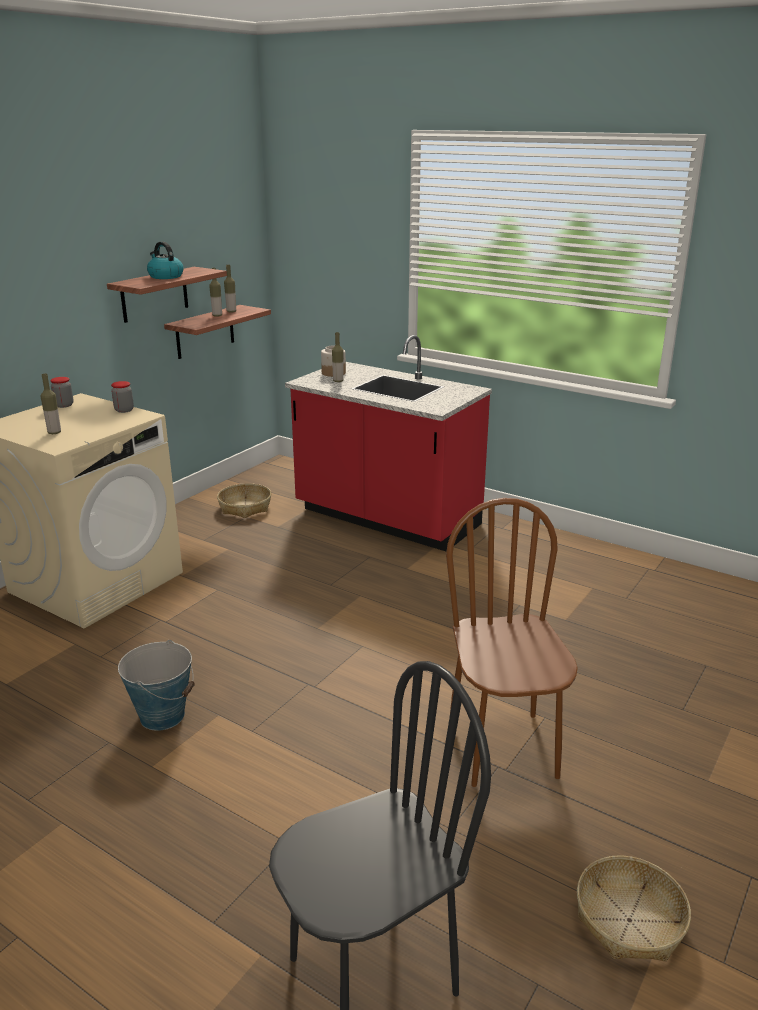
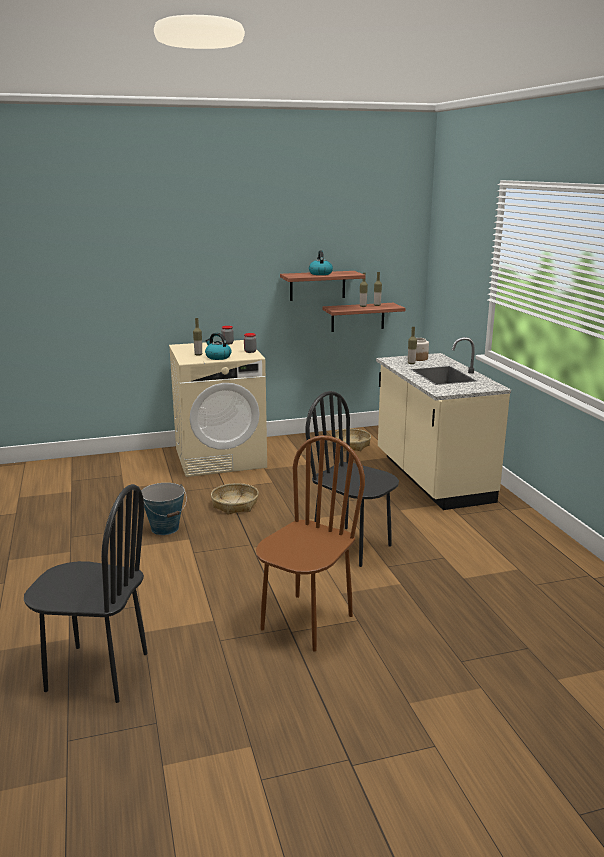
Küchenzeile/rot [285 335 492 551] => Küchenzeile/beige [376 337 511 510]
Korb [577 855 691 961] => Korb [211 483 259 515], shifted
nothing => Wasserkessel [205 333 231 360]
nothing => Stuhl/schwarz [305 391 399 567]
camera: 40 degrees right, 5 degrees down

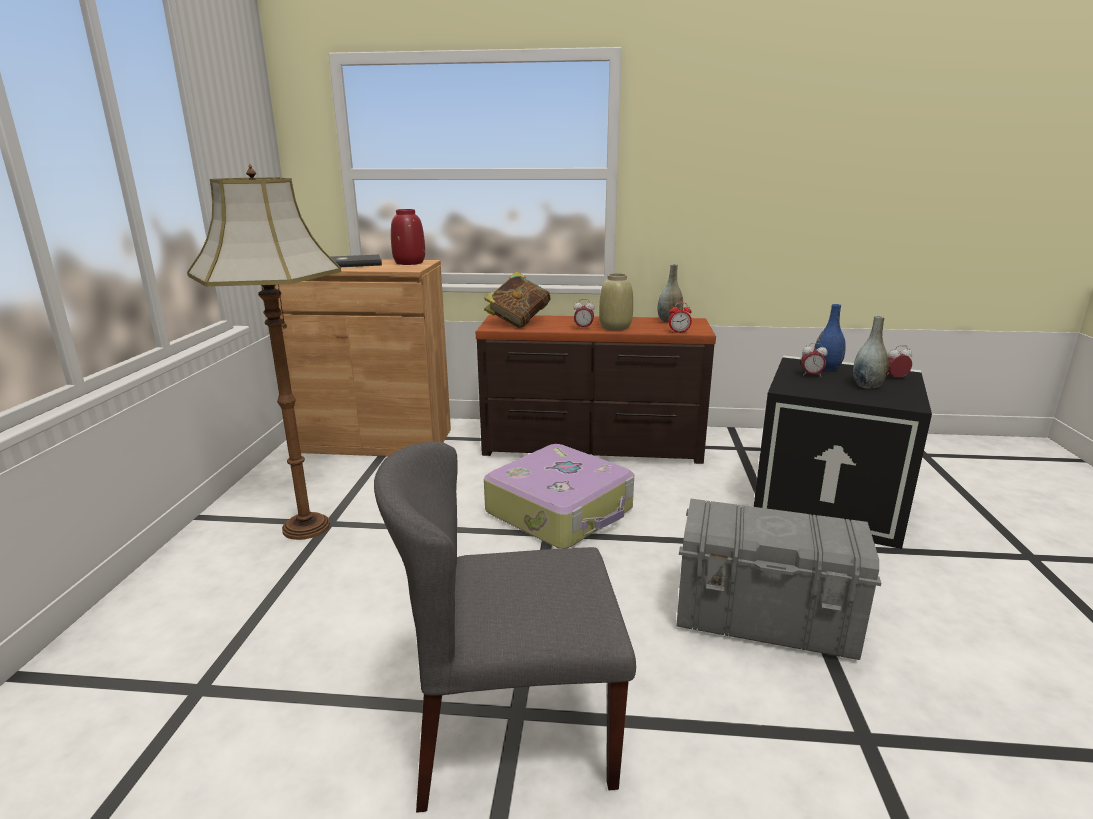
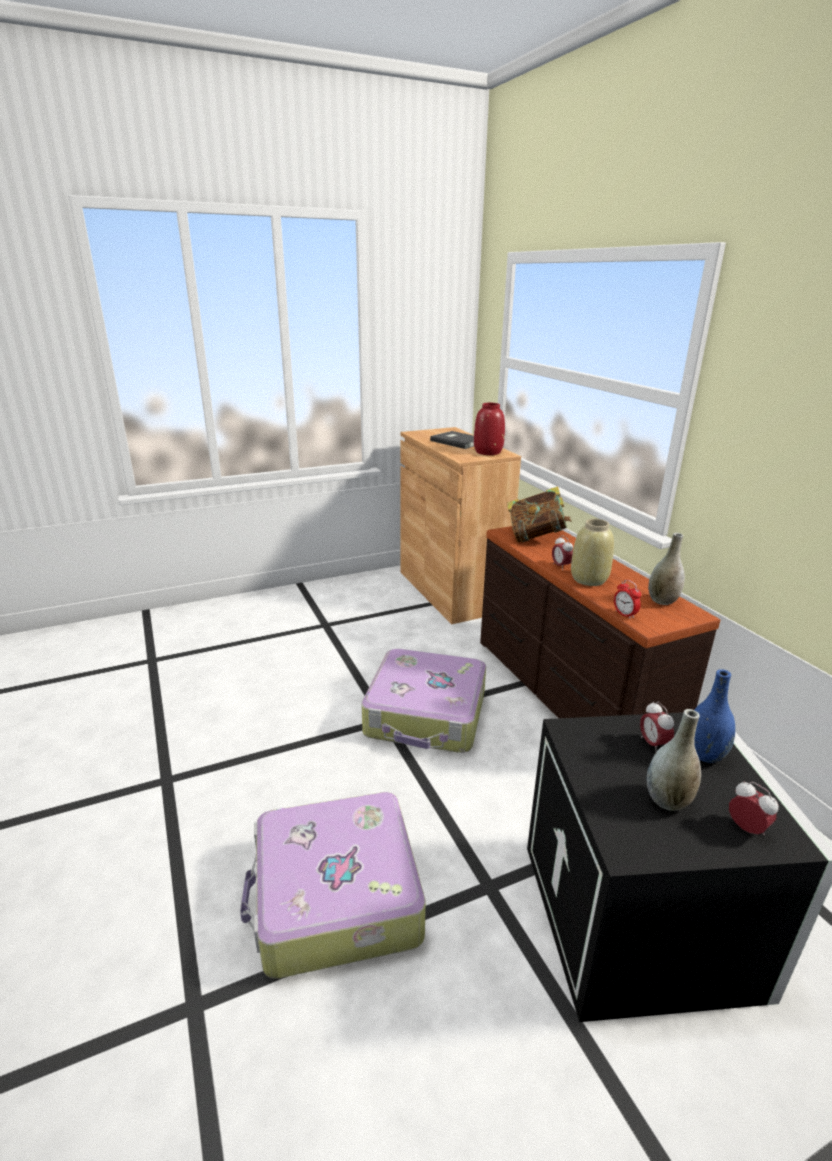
Stehlampe [187 164 341 540] => nothing
Stuhl/grau [374 442 636 813] => nothing
Aufbewahrungsbox/grau [676 499 881 660] => Koffer [240 792 426 979]
camera: 60 degrees right, 5 degrees up

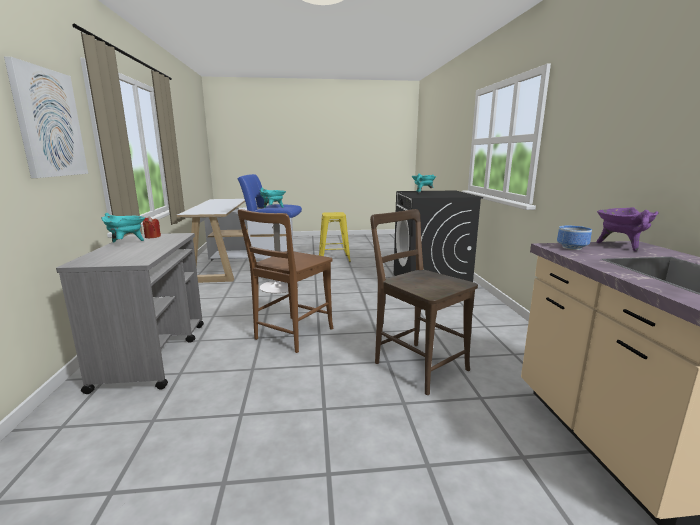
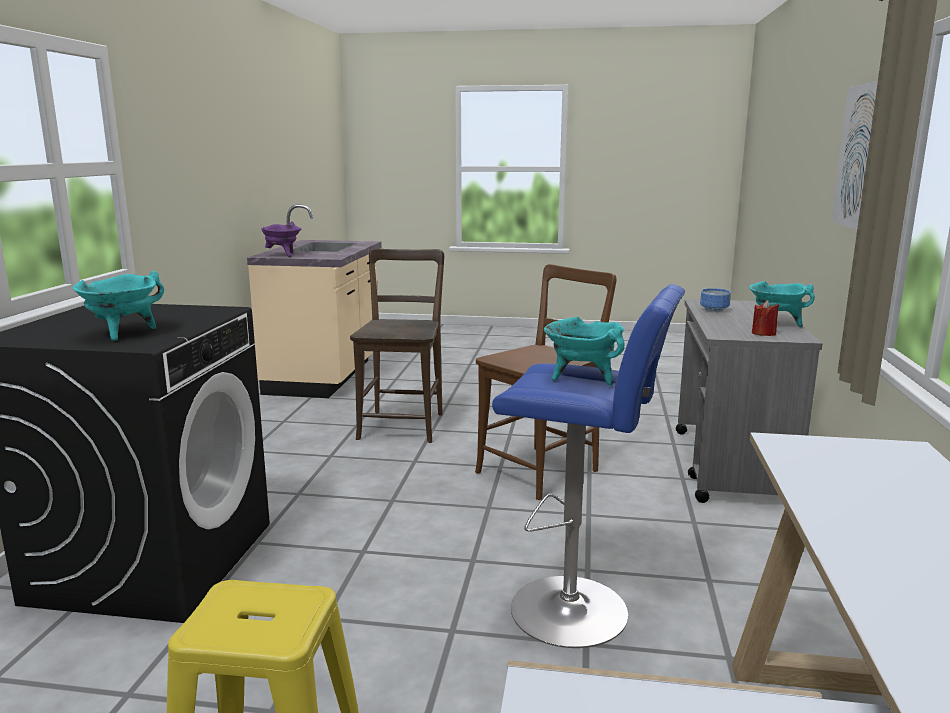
Stuhl/braun [370 209 478 395] => Stuhl/braun [350 249 444 443], 150 degrees counterclockwise
Schüssel [557 226 592 250] => Schüssel [700 288 731 312], shifted
camera: 165 degrees left, 0 degrees up

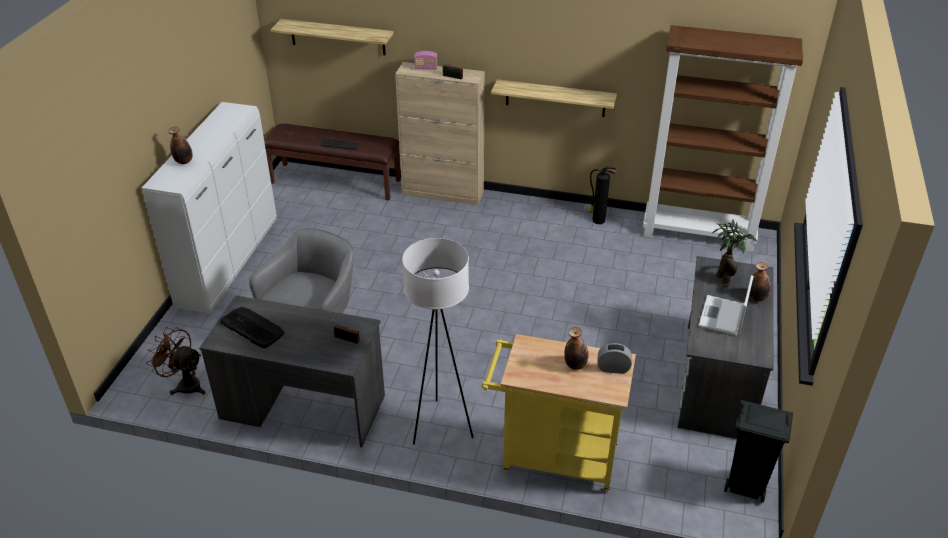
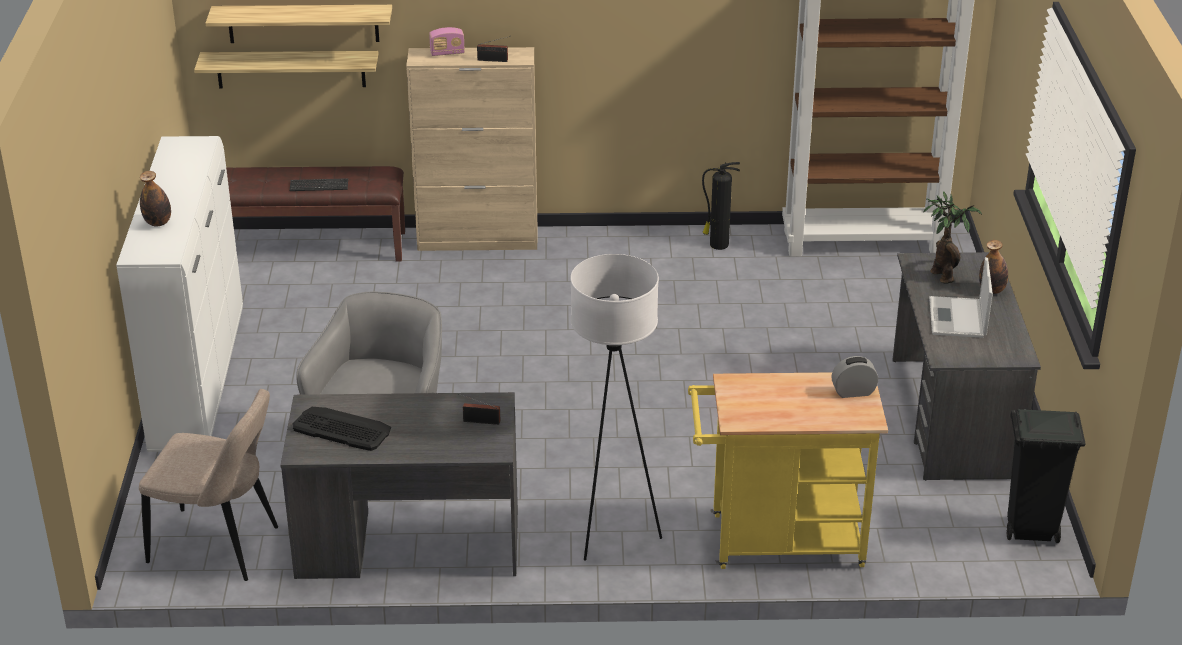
Ventilator/braun [146 327 205 395] => Stuhl/beige [139 389 278 581]
Wandregal [491 79 617 117] => Wandregal [194 51 378 88], shifted
Flasche [564 327 589 370] => nothing
camera: 15 degrees left, 5 degrees down

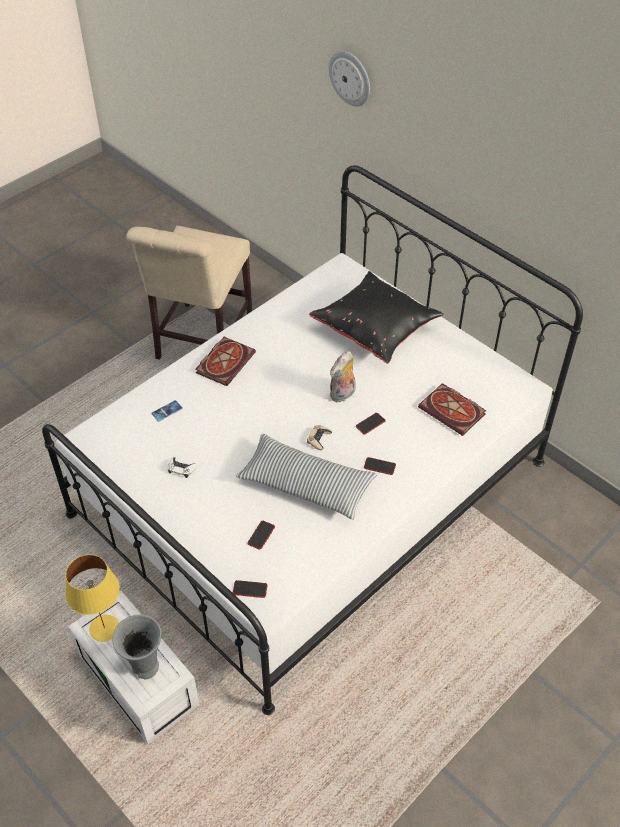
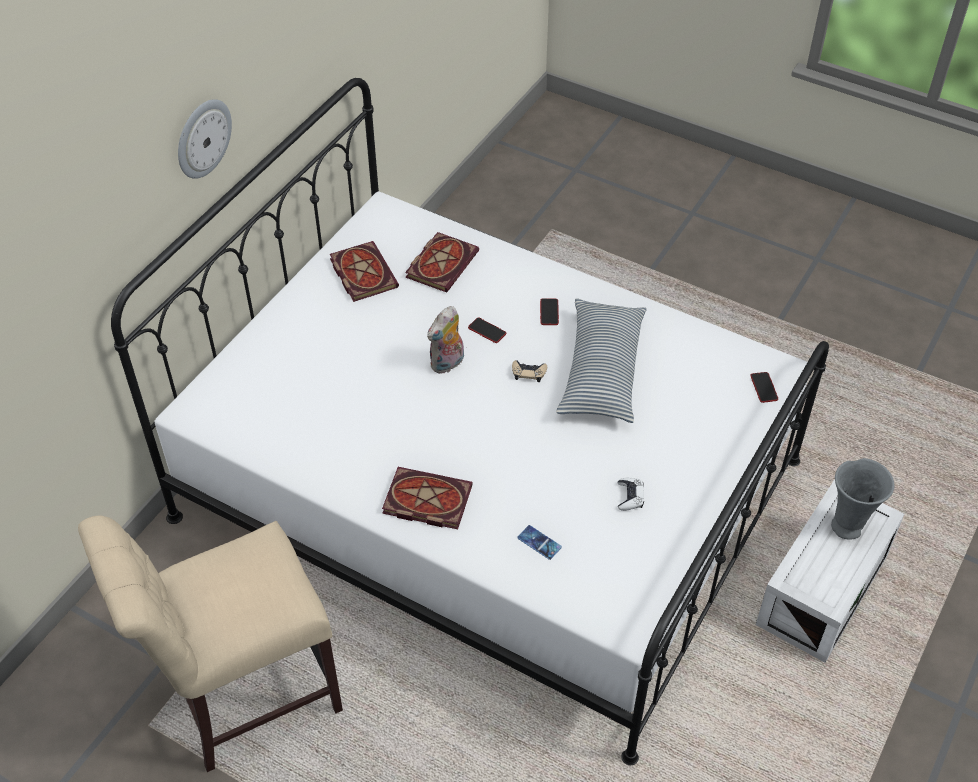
Tischlampe/gelb [65 554 120 642] => nothing
Stuhl/beige [126 226 252 360] => Stuhl/beige [78 516 343 772], 150 degrees clockwise
Handy [247 521 275 550] => nothing
Kissen/schwarz [309 271 444 364] => nothing
Wanduhr [329 51 370 107] => Wanduhr [178 99 232 179], shifted
Plüschtier [330 351 356 402] => Plüschtier [427 306 464 374], 105 degrees clockwise
nothing => Buch [330 241 399 302]
camera: 105 degrees left, 0 degrees up

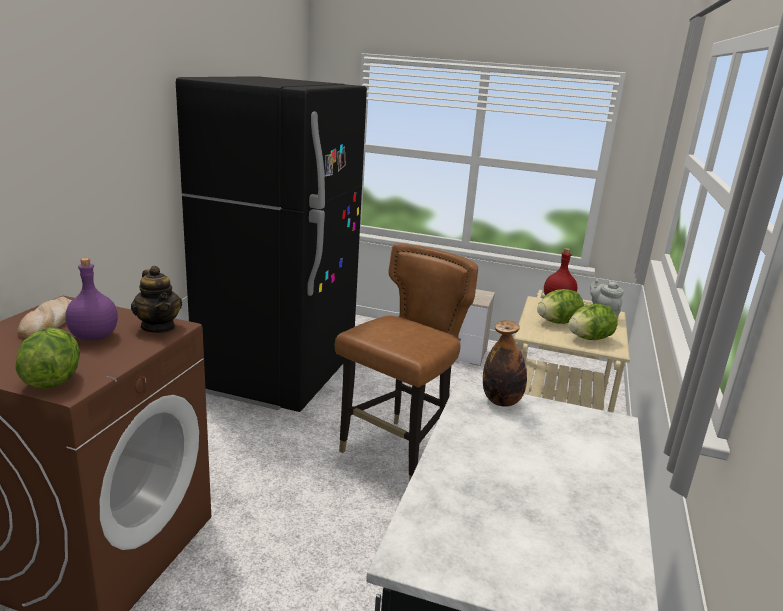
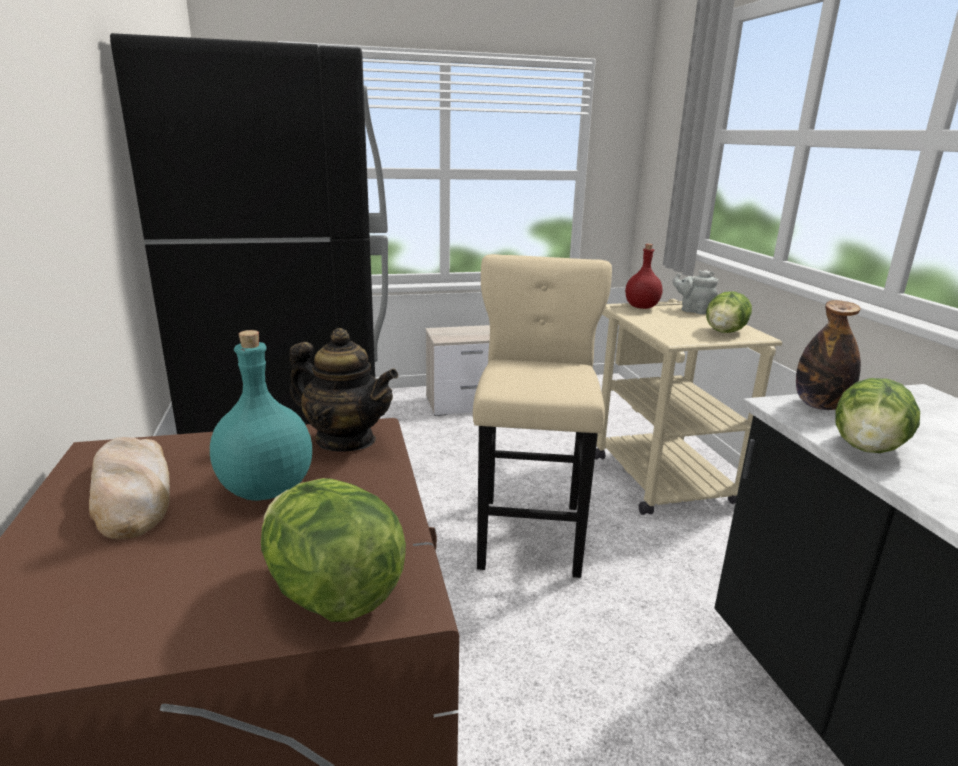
Flasche/lila [65 258 118 341] => Flasche/türkis [210 330 312 501]
Stuhl/braun [335 244 478 482] => Hocker/beige [473 254 612 578]
Salatkopf [537 289 584 324] => Salatkopf [835 378 920 453], shifted
camera: 30 degrees left, 0 degrees up

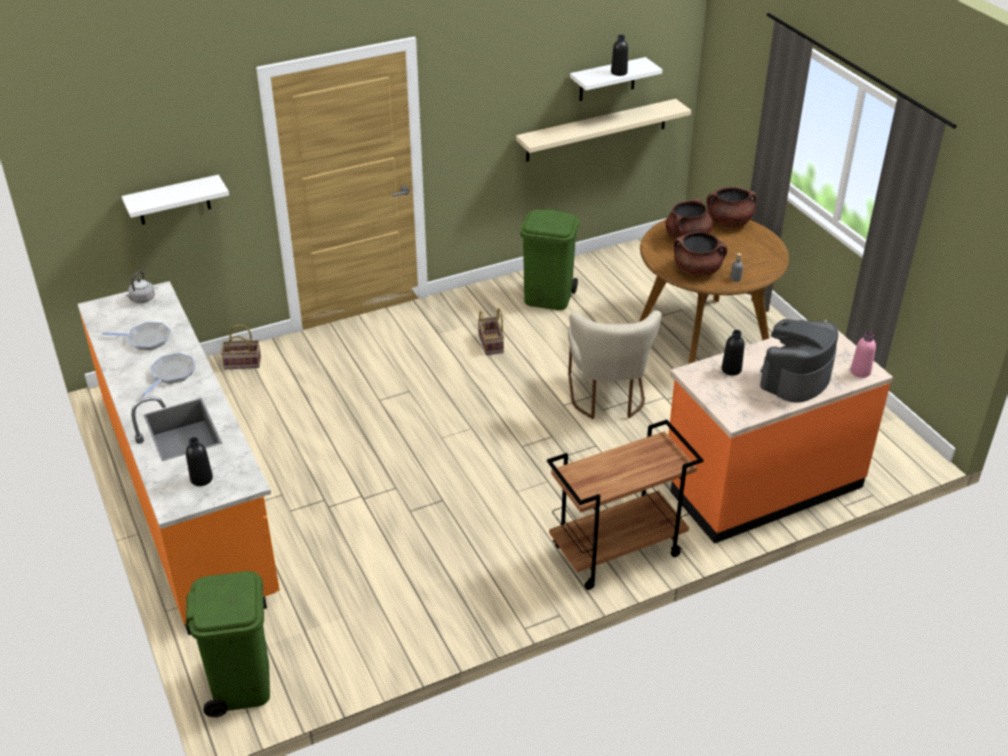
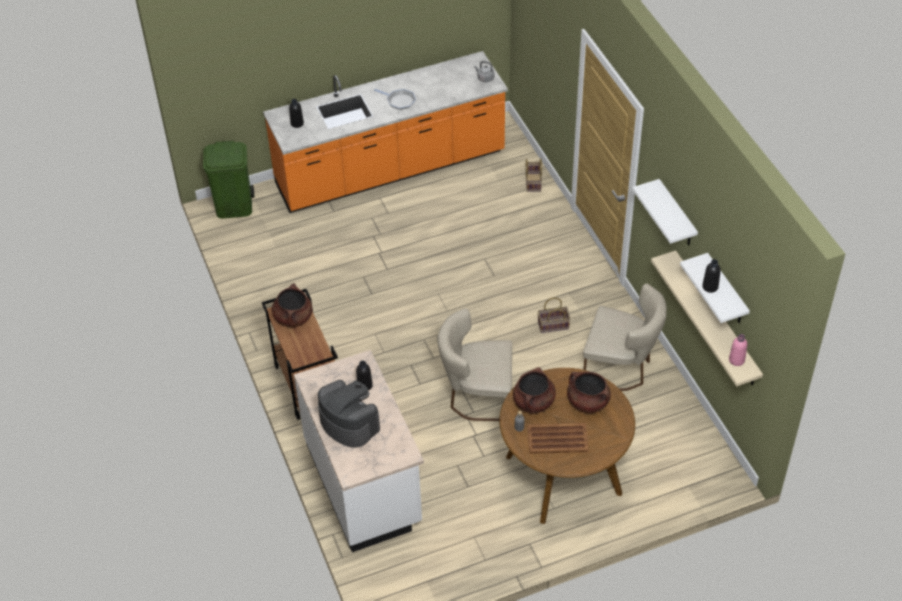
Pfanne [103 322 171 350] => nothing
Wandregal/weiß [122 175 229 225] => Wandregal/weiß [632 179 698 246], shifted
Mülleimer/grün [520 209 579 310] => Stuhl/beige [583 283 667 391]
Küchenzeile/orange [668 320 893 544] => Küchenzeile/weiß [294 350 424 552]
Kochtopf/braun [706 187 757 228] => Kochtopf/braun [272 283 312 327], shifted
Flasche/rosa [851 332 876 378] => Flasche/rosa [729 334 747 366], shifted
nothing => Tablett/braun [528 423 588 454]
camera: 95 degrees right, 10 degrees up

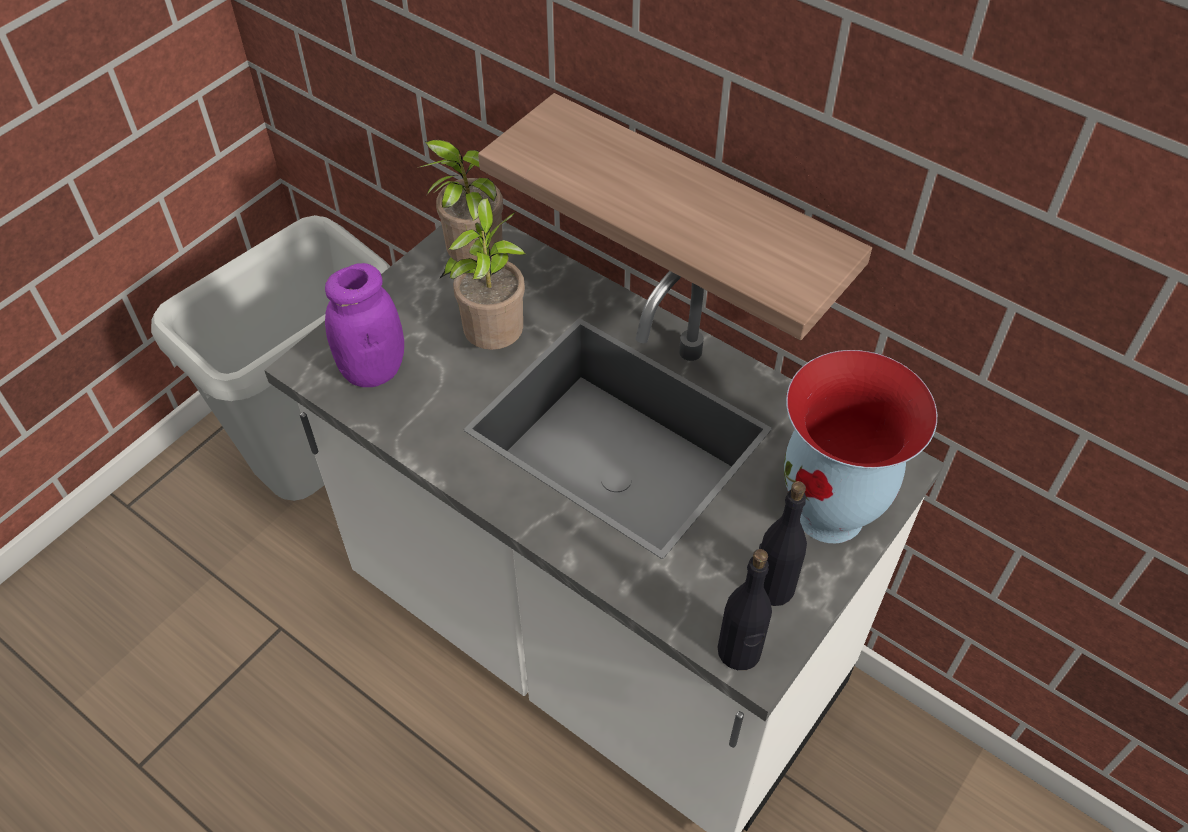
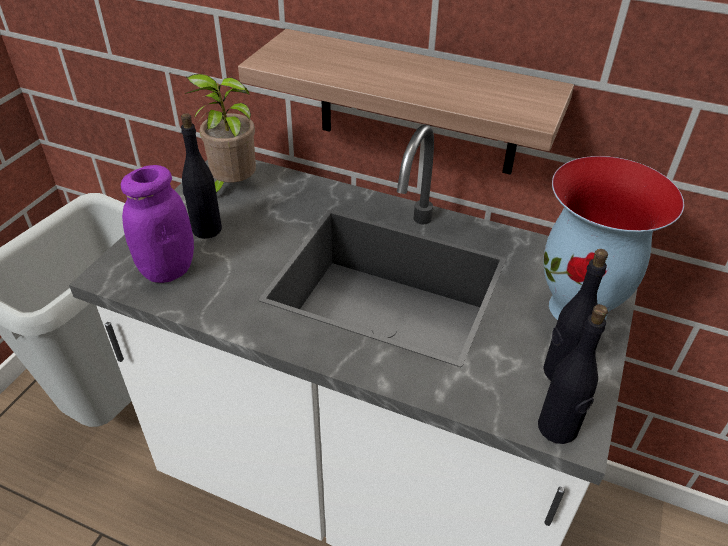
Topfpflanze [448 198 526 350] => nothing
nothing => Flasche/schwarz [181 113 222 239]
camera: 15 degrees left, 10 degrees down

